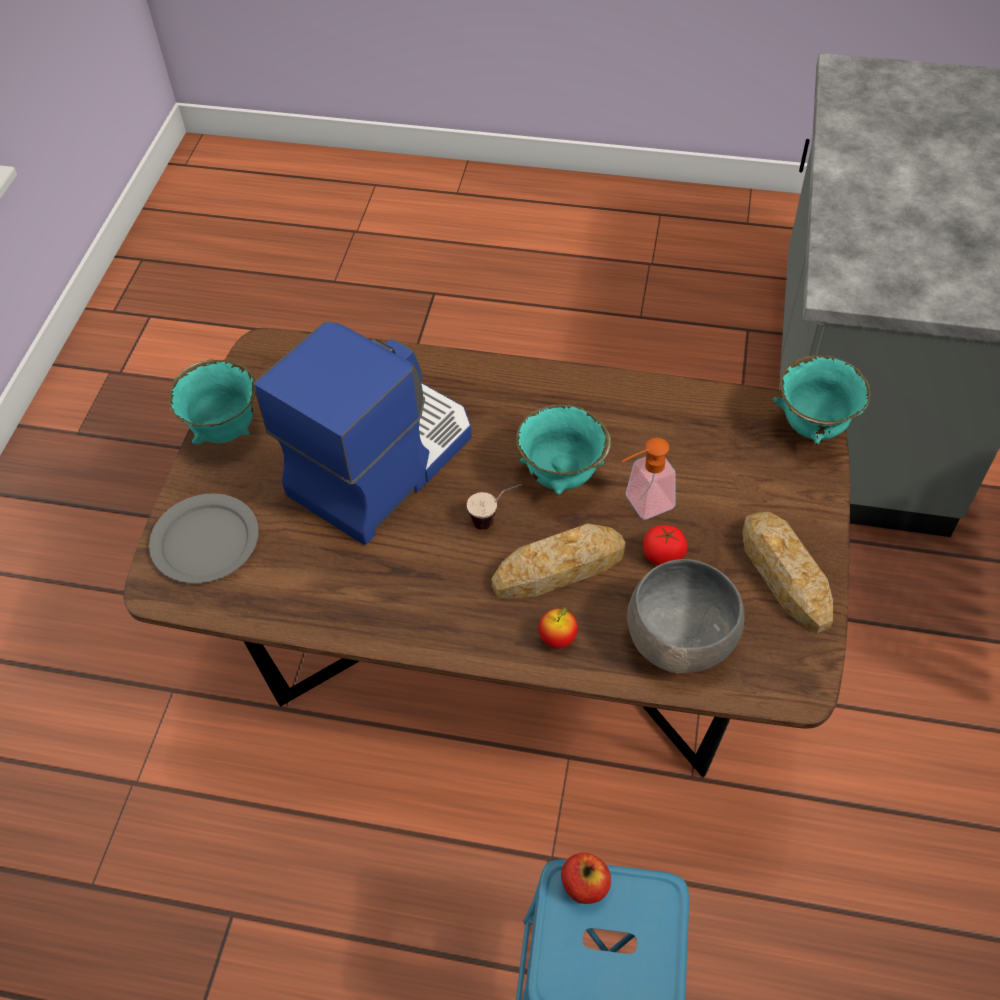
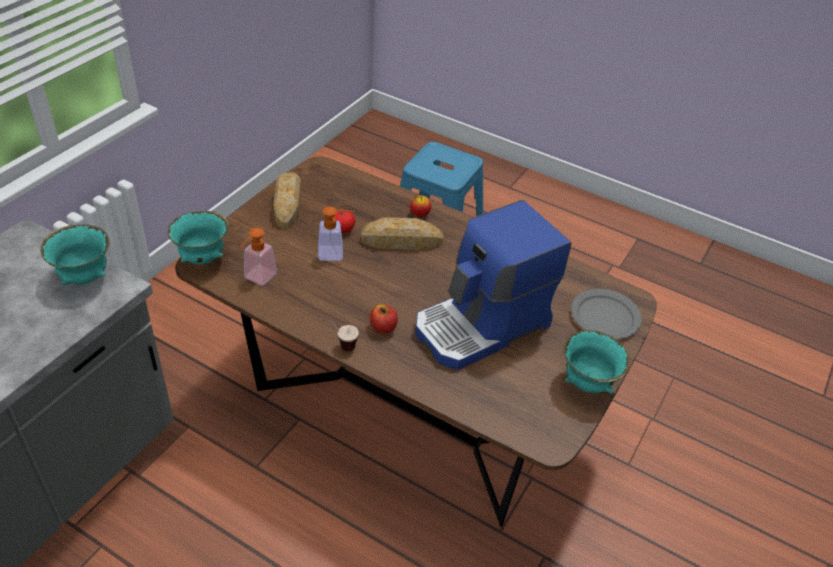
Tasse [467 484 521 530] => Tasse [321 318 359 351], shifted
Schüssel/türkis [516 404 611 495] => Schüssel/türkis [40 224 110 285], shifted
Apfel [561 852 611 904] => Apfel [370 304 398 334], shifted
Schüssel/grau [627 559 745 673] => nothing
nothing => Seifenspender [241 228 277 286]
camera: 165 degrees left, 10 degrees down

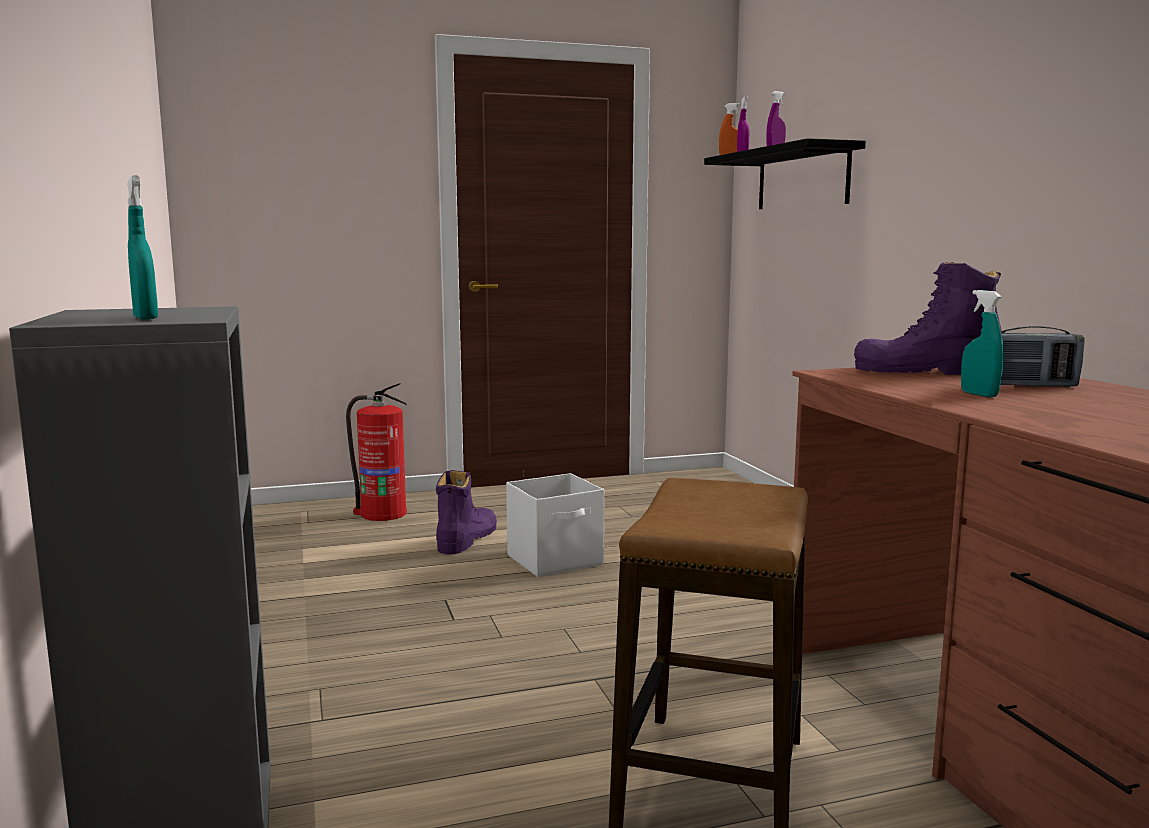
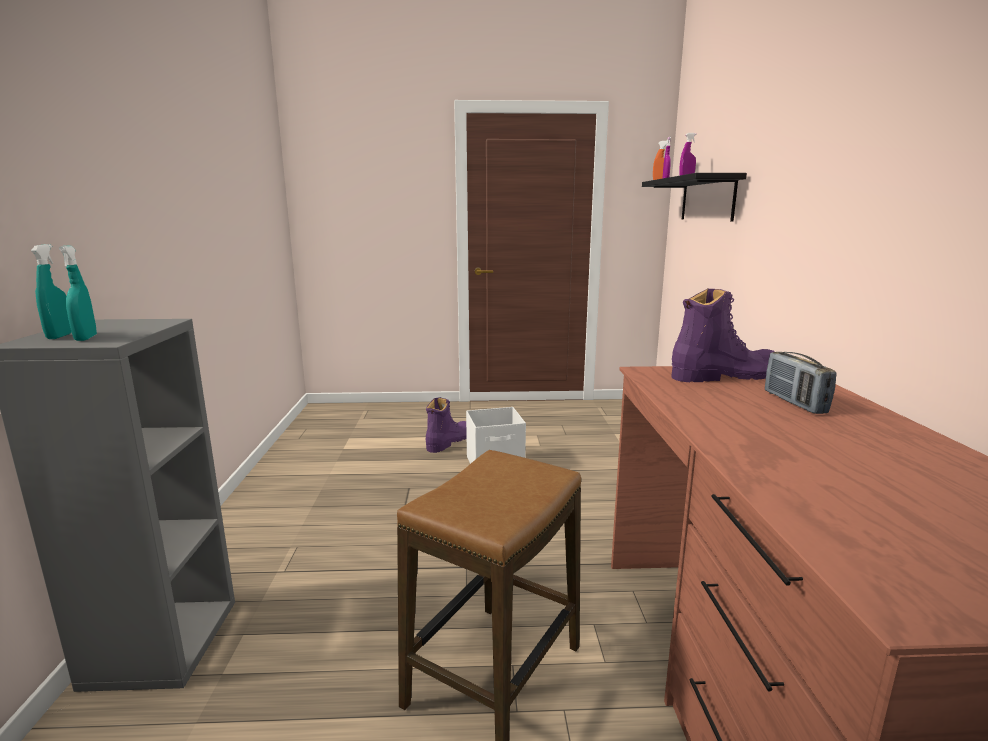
Feuerlöscher [346 383 407 521] => nothing
Stiefel/lila [854 262 1001 375] => Stiefel/lila [671 289 775 382], 150 degrees clockwise
Sprühflasche/türkis [961 290 1004 397] => Sprühflasche/türkis [31 244 72 339], shifted
Radio [1001 326 1085 387] => Radio [765 352 837 414], 60 degrees clockwise
camera: 15 degrees right, 5 degrees up

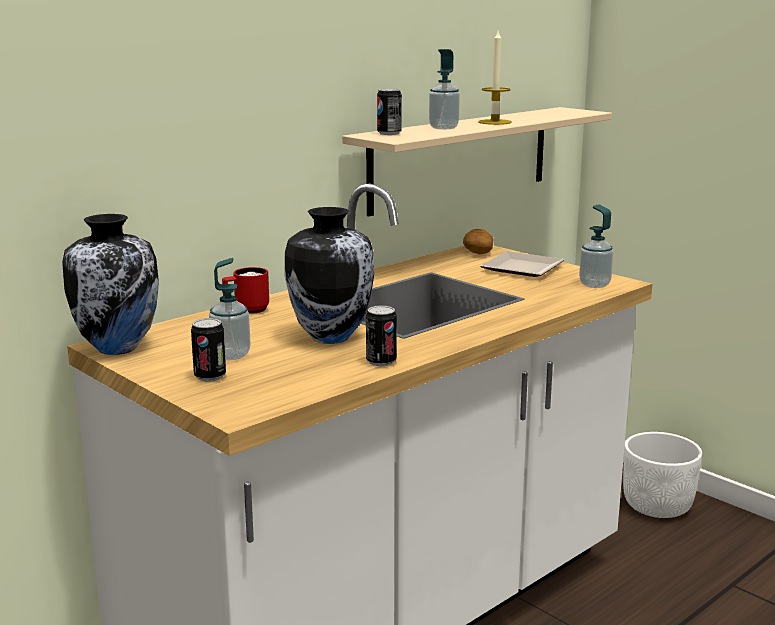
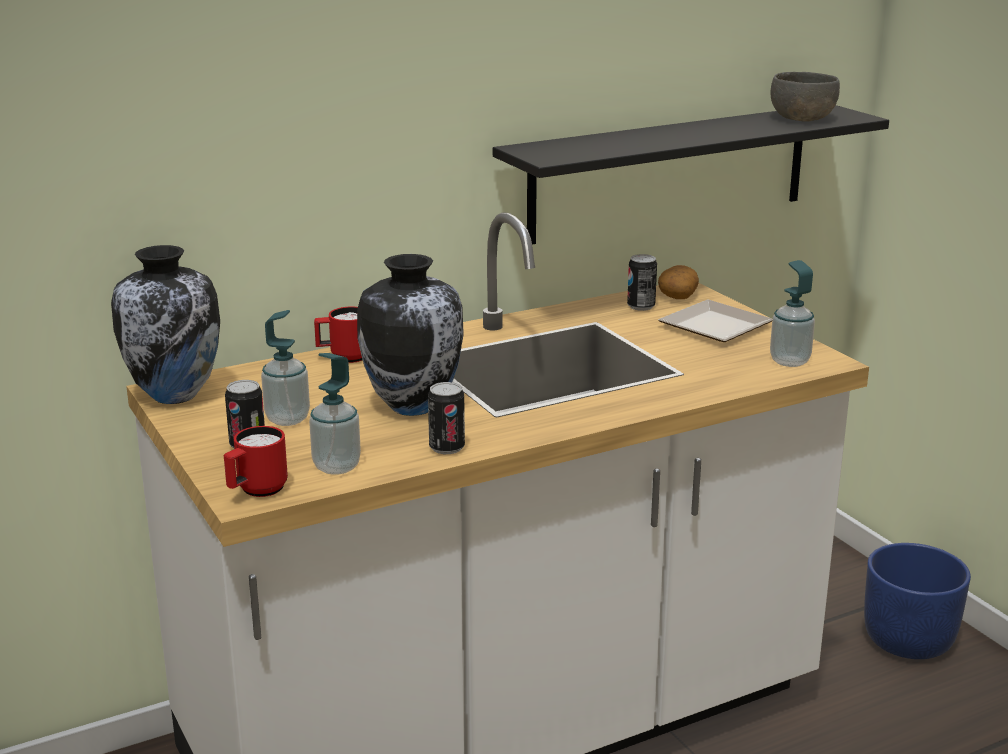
Wandregal/beige [342 107 612 217] => Wandregal/schwarz [493 105 889 245]
Dose [377 88 402 135] => Dose [627 254 657 311], shifted
Seifenspender [429 49 460 129] => Seifenspender [309 353 361 475], shifted
Kerze [478 31 512 125] => nothing
Pflanzkübel/weiß [623 432 702 518] => Pflanzkübel/blau [864 543 971 659]
nothing => Henkelbecher/rot [224 426 288 497]
nothing => Schüssel/grau [770 72 840 121]
camera: 15 degrees right, 5 degrees up

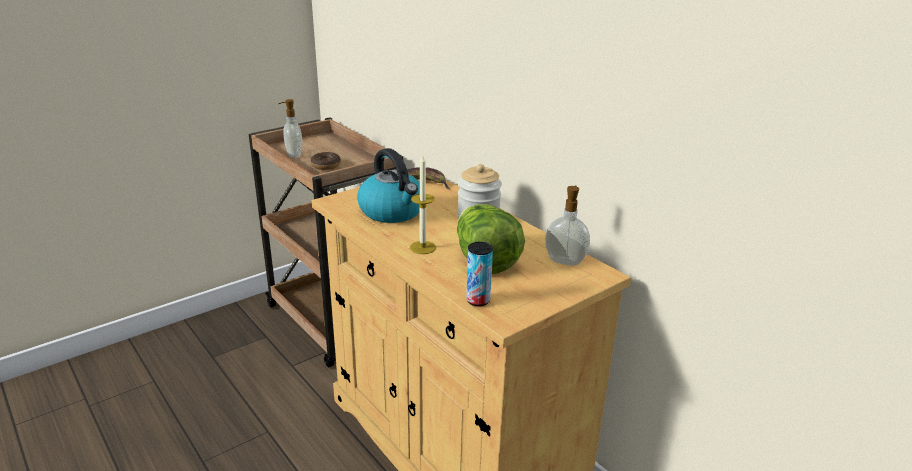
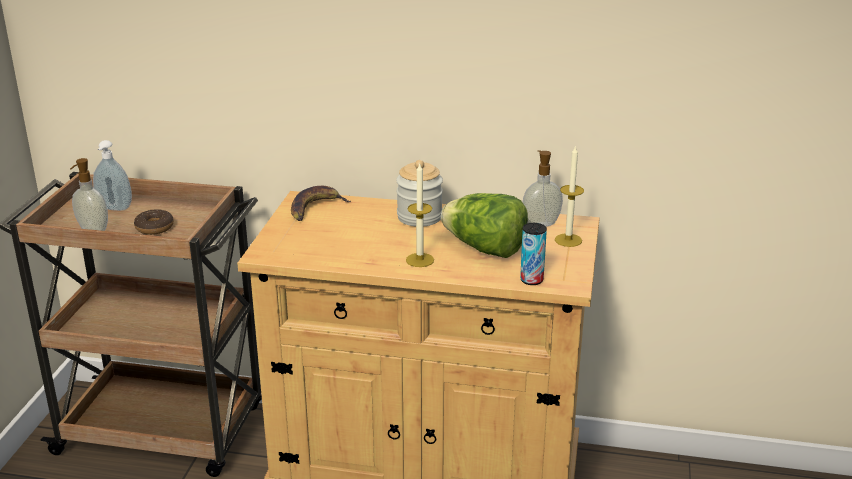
Wasserkessel [357 148 420 223] => nothing
nothing => Seifenspender [93 140 132 211]
nothing => Kerze [555 145 584 247]
camera: 40 degrees left, 0 degrees up

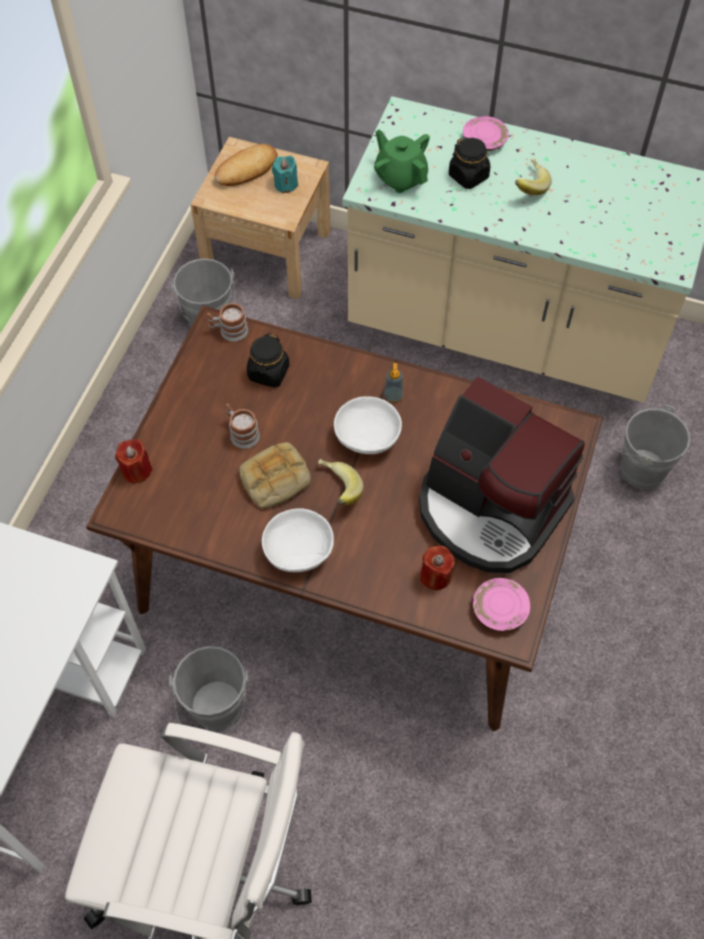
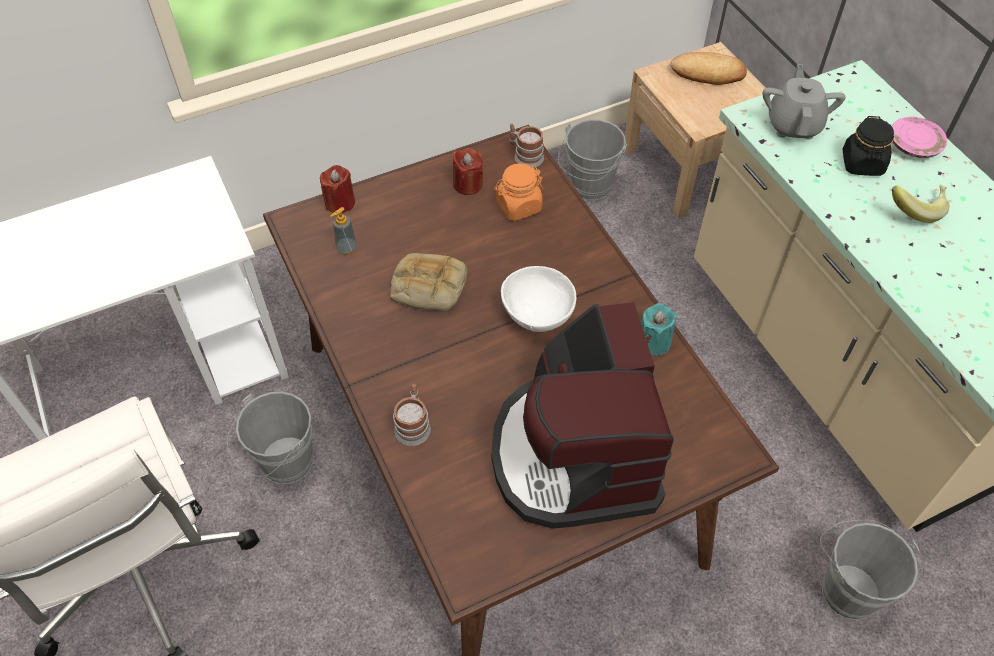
Henkelbecher [226 404 260 449] => Henkelbecher [393 384 431 446], shifted
Vorratsglas/schwarz [247 333 289 388] => Vorratsglas/orange [494 163 543 221]
Schüssel/weiß [262 508 334 572] => nothing
Kerze/türkis [272 156 298 193] => Kerze/türkis [641 303 678 355], shifted
Banane [318 459 363 505] => nothing
Teekanne/grün [374 129 429 193] => Teekanne/grau [763 64 845 140]
Seifenspender [384 363 403 403] => Seifenspender [330 207 357 255], shifted
Kerze/rot [420 546 455 590] => Kerze/rot [453 148 483 195], shifted
Teller/rosa [473 578 530 631] => nothing
camera: 45 degrees right, 5 degrees down

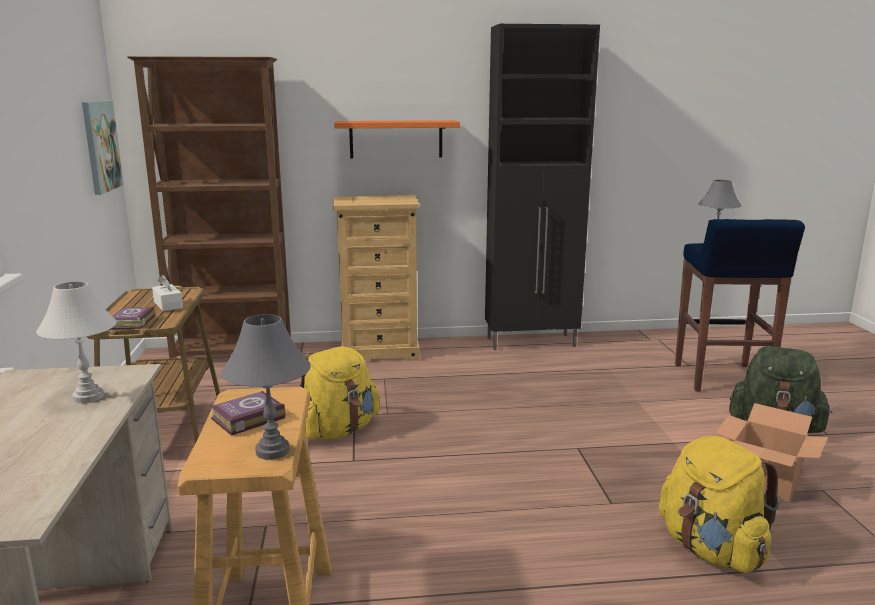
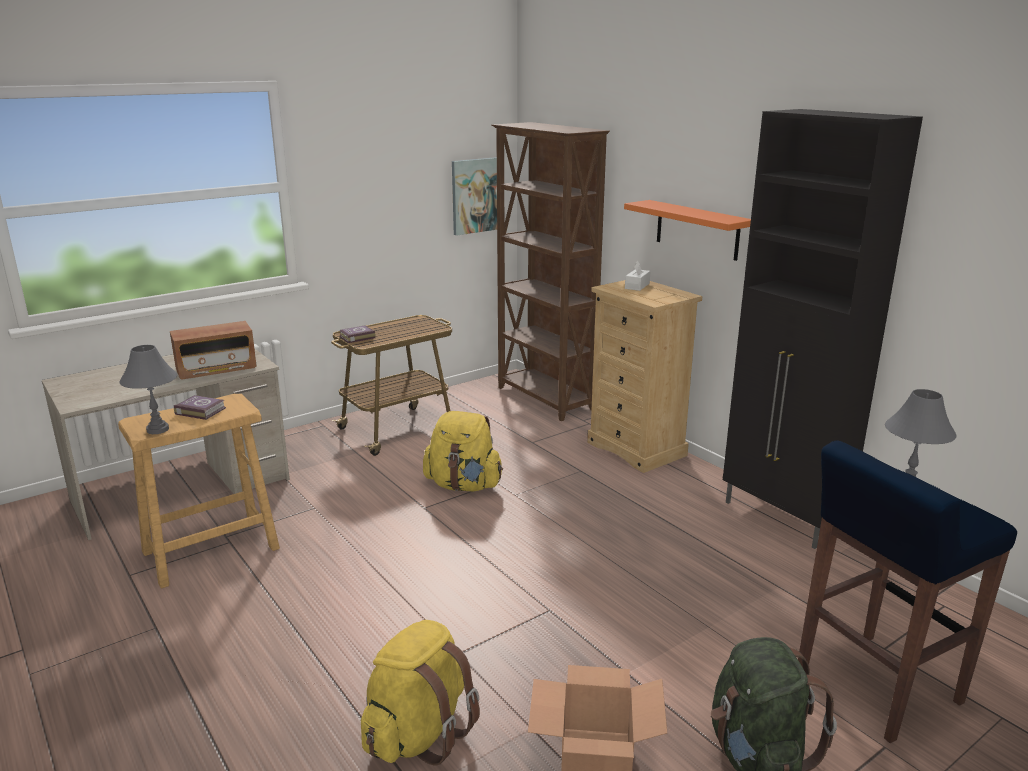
Tischlampe/weiß [36 281 117 403] => Radio [170 321 257 380]
Taschentuchbox/weiß [152 275 183 311] => Taschentuchbox/weiß [625 261 650 291], shifted
camera: 60 degrees right, 5 degrees up

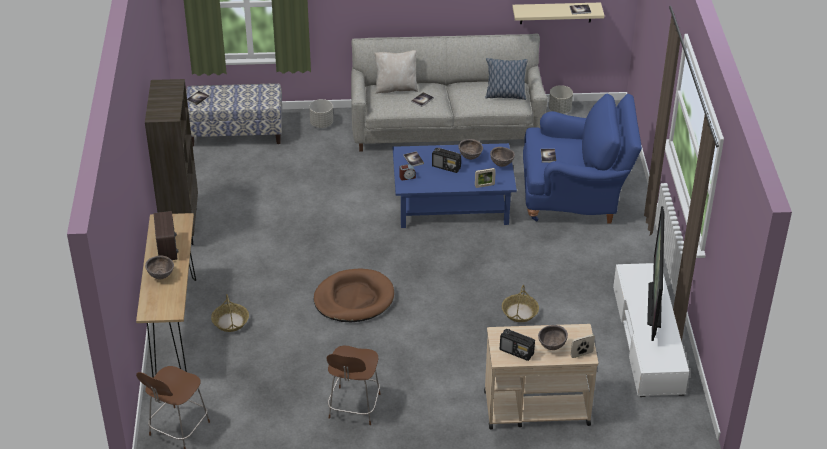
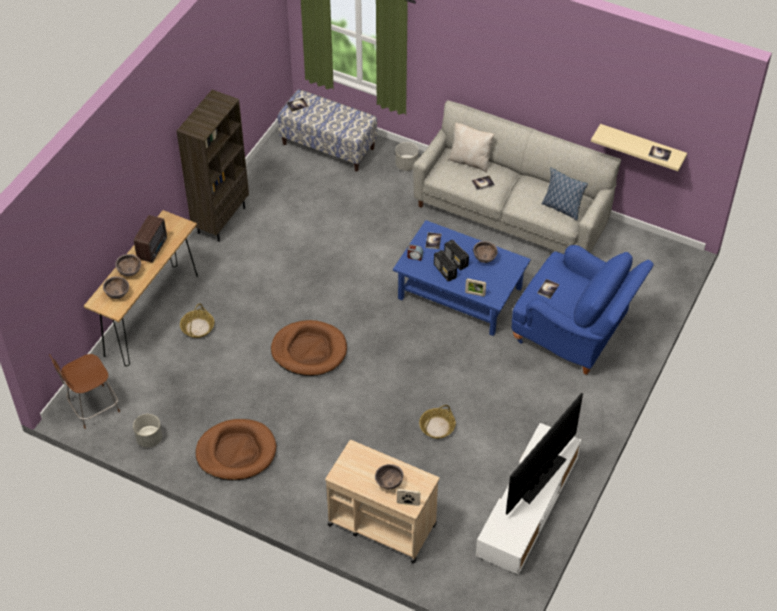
Hocker/braun [327 346 381 425] => Hundebett/braun [196 419 276 481]
Schüssel/braun [490 147 515 167] => Schüssel/braun [103 276 129 299], shifted
Radio [500 329 535 361] => Radio [434 250 457 282], shifted
Pflanzkübel/grau [549 85 573 114] => Pflanzkübel/grau [133 414 162 448], shifted
camera: 30 degrees right, 10 degrees up

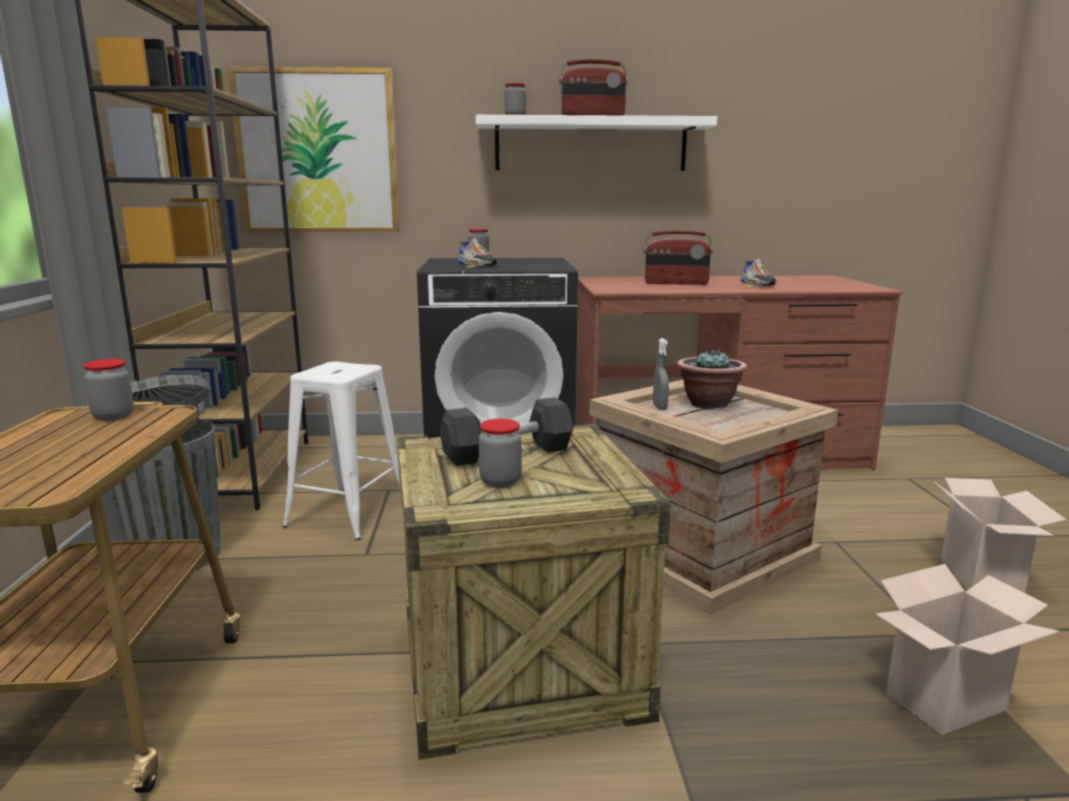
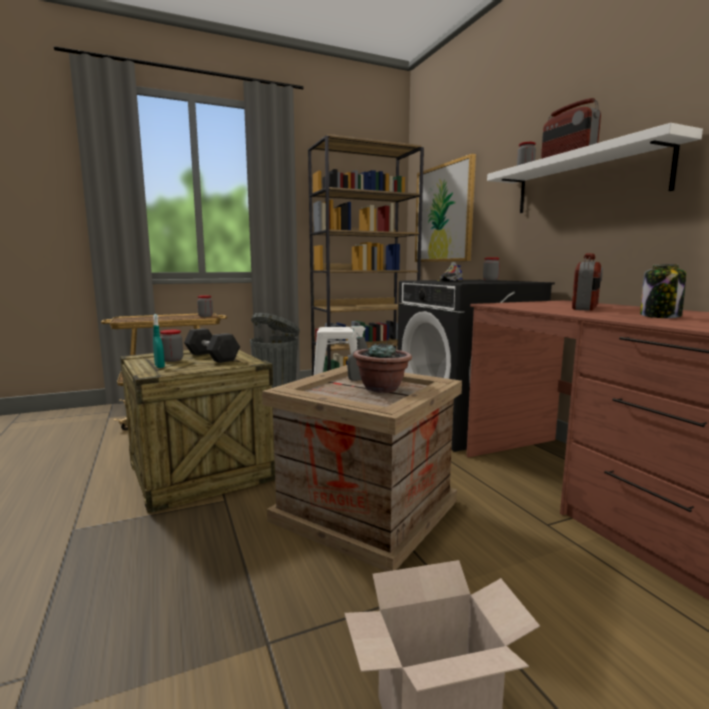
Radio [644 230 713 285] => Radio [572 253 603 311], 135 degrees counterclockwise
Schuh [740 259 777 286] => Vorratsglas [640 264 686 318]
Karton [876 564 1059 735] => nothing
nothing => Sprühflasche/türkis [153 314 165 368]
camera: 70 degrees right, 5 degrees down

